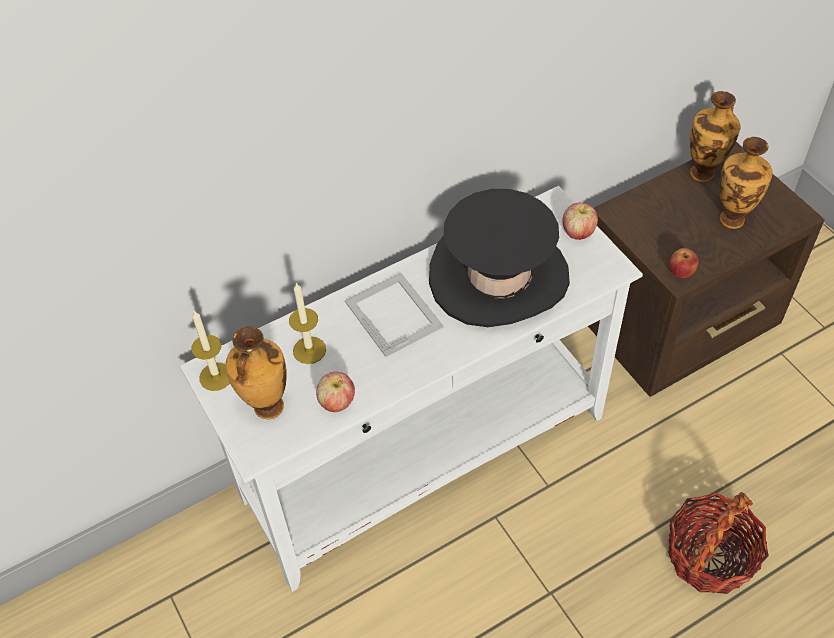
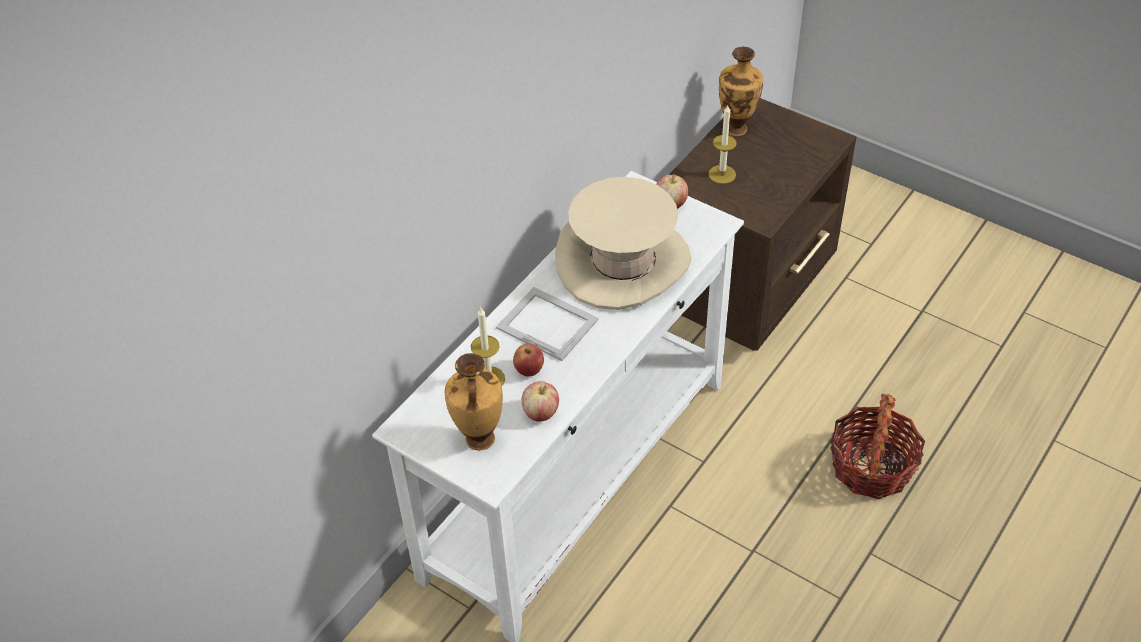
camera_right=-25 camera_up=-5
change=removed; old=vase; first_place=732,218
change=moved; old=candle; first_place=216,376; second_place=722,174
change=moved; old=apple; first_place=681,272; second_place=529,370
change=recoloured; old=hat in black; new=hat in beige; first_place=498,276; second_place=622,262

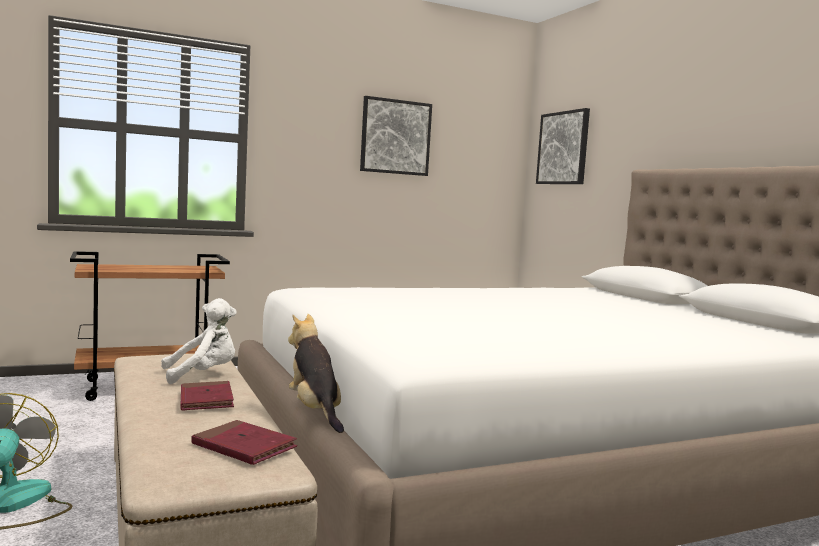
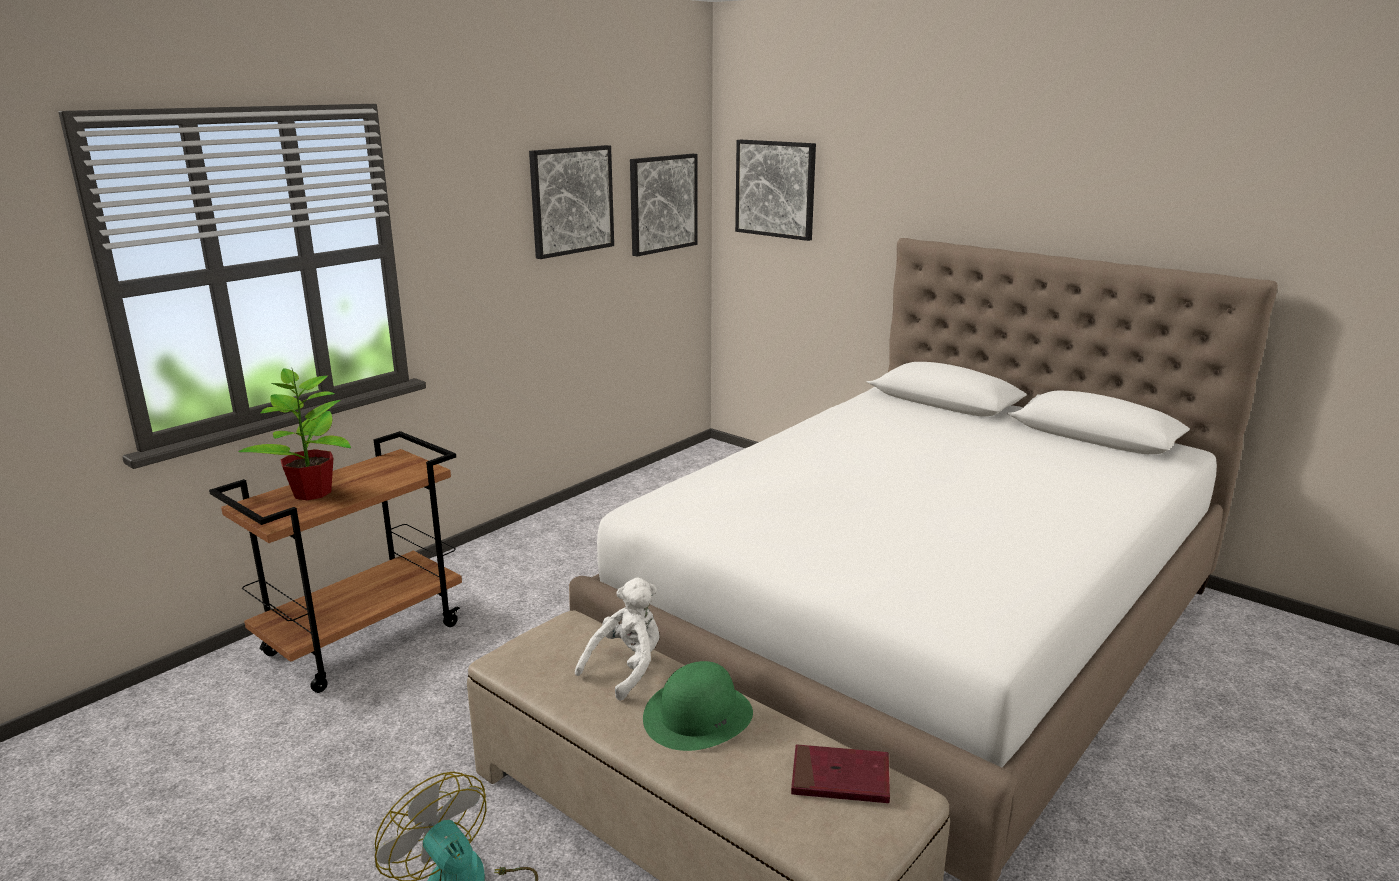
camera_right=-25 camera_up=15
change=removed; old=plush toy; first_place=315,411
change=added; new=potted plant; second_place=312,493
change=added; new=picture; second_place=662,203
change=replaced; old=book in red; new=hat in green; first_place=206,400; second_place=698,715

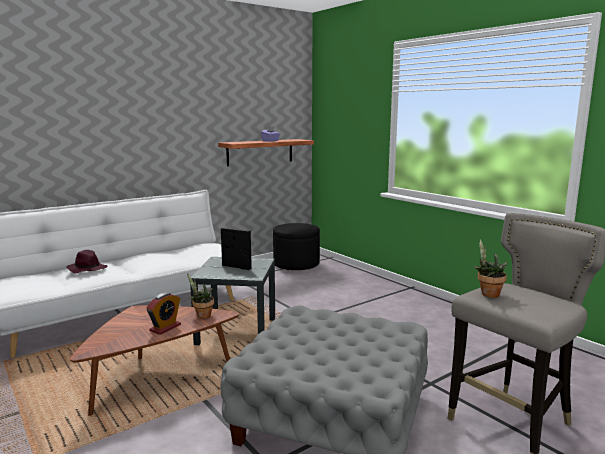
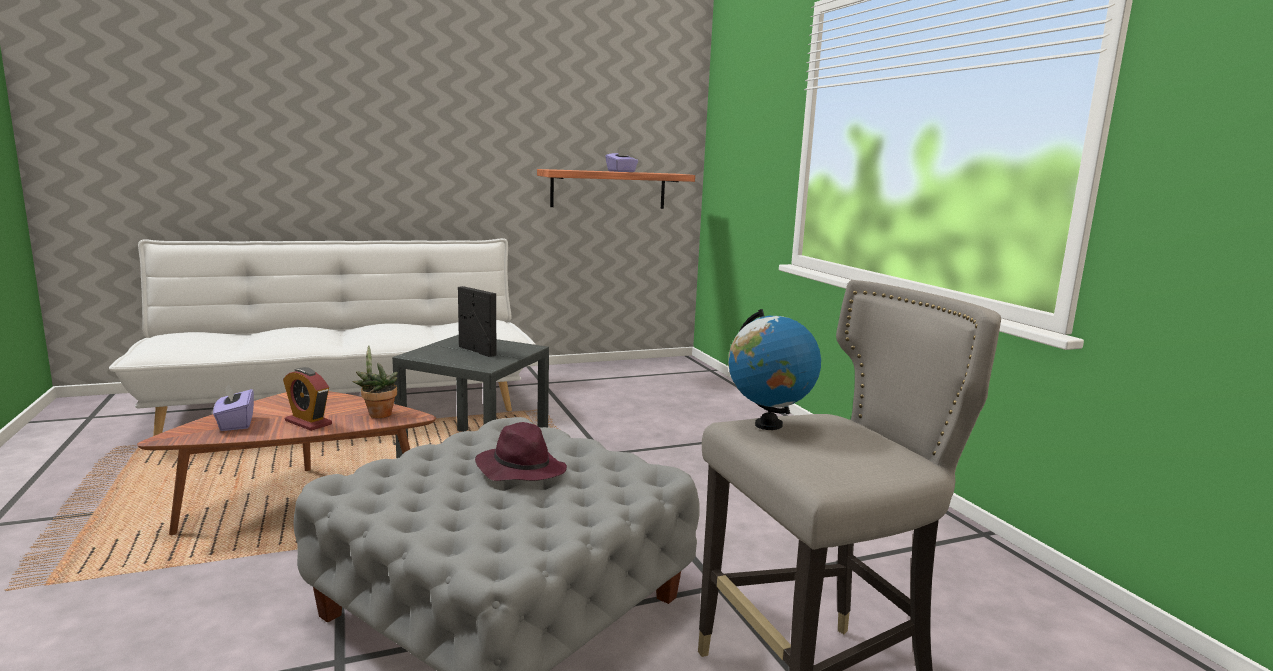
camera_right=15 camera_up=0
change=removed; old=ottoman in black; first_place=296,264
change=added; new=tissue box in purple; second_place=235,423
change=moved; old=hat in purple; first_place=87,269; second_place=520,469
change=replaced; old=potted plant; new=globe; first_place=487,293; second_place=768,425
change=turned; old=alarm clock; first_place=165,328; second_place=308,422; degrees=75

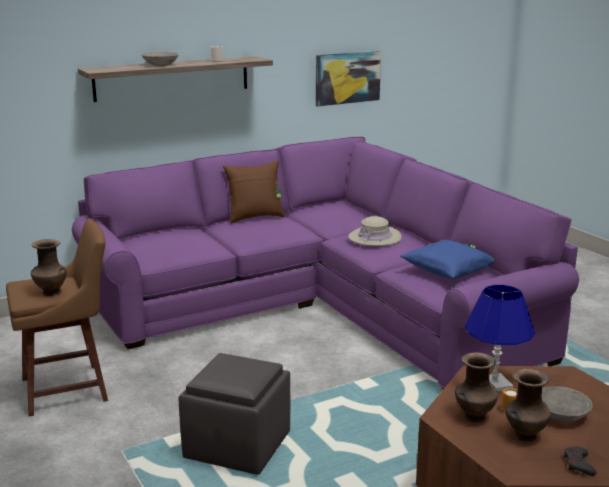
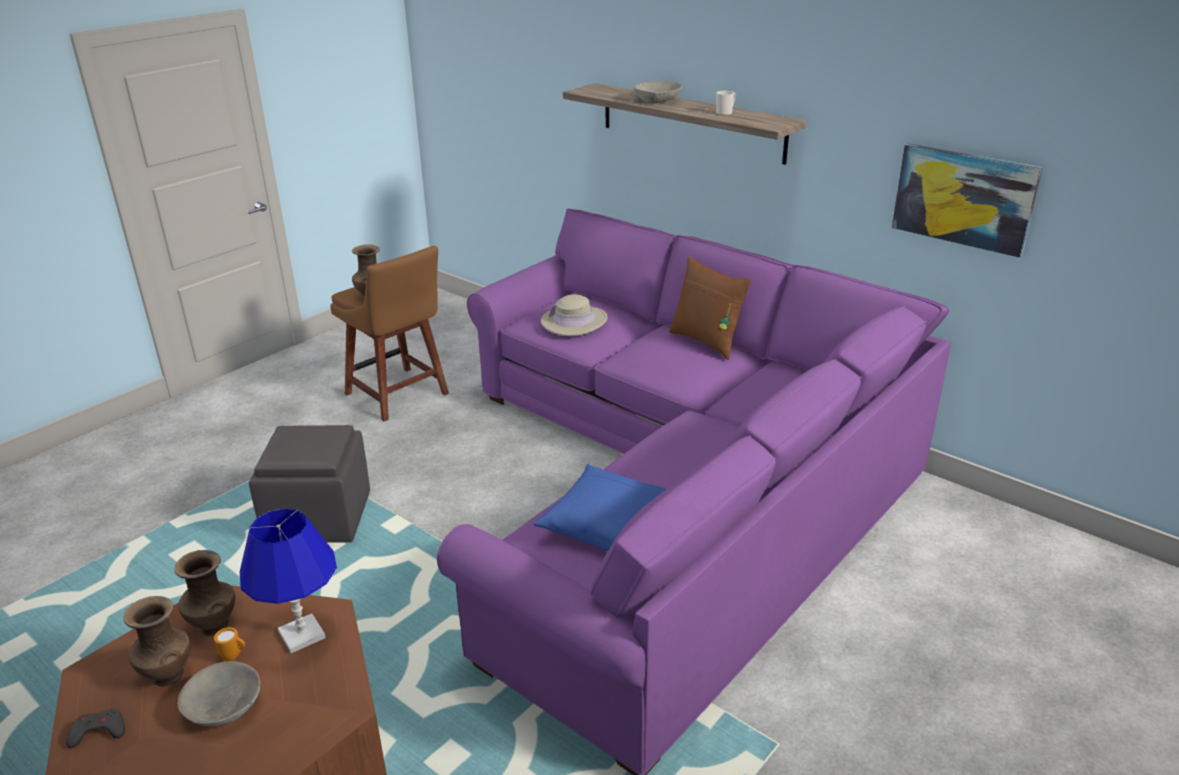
camera_right=70 camera_up=10
change=moved; old=hat in beige; first_place=374,238; second_place=574,321

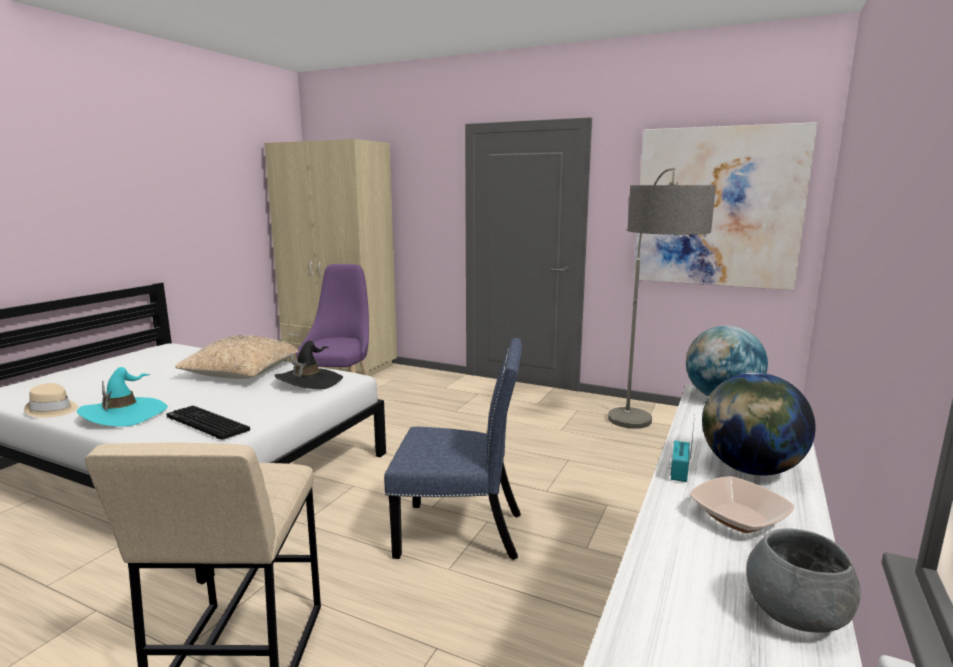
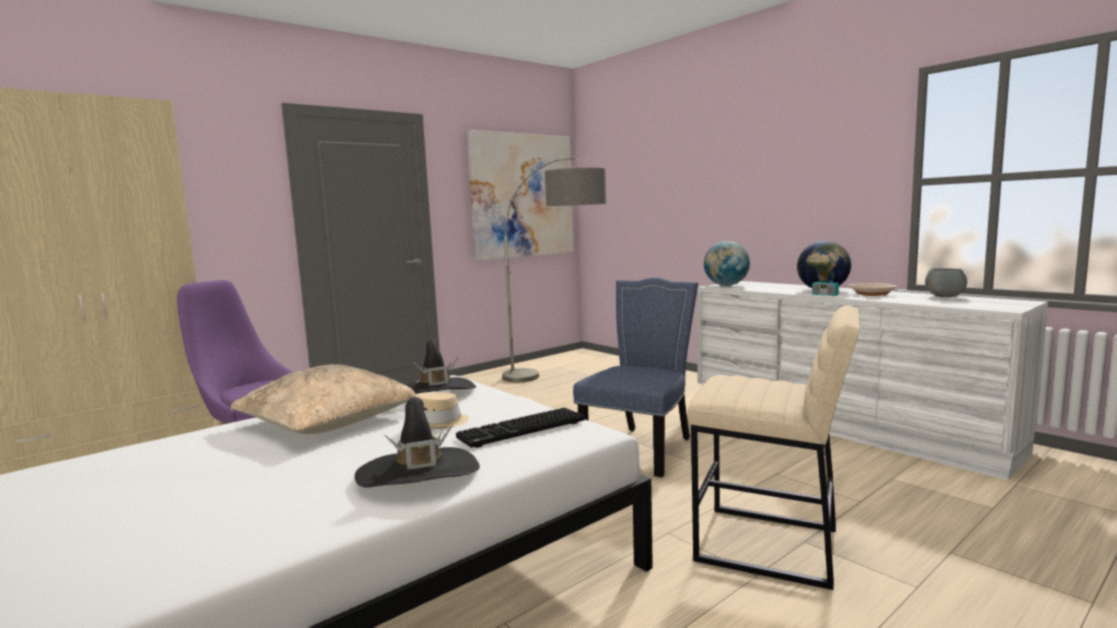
camera_right=-65 camera_up=-5
change=moved; old=hat in beige; first_place=52,410; second_place=440,422
change=recoloured; old=hat in turquoise; new=hat in black; first_place=124,414; second_place=419,474

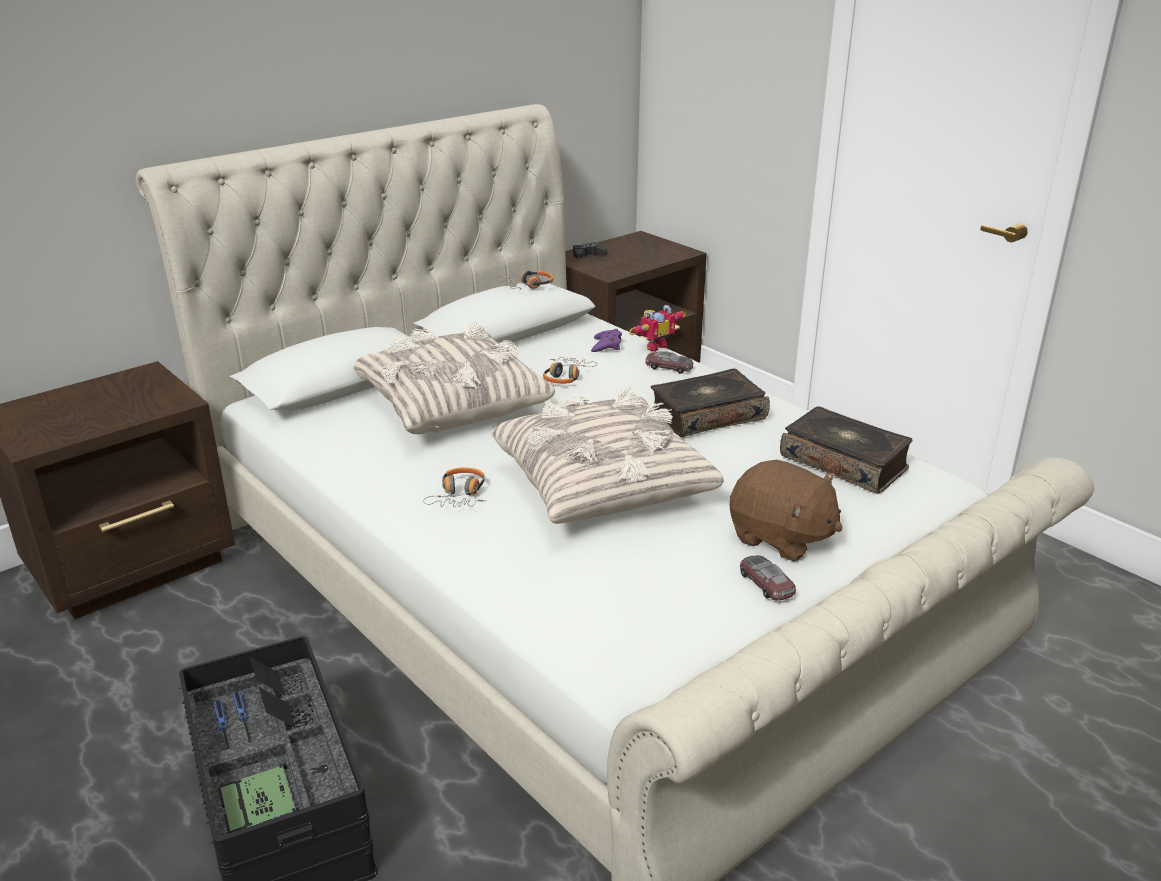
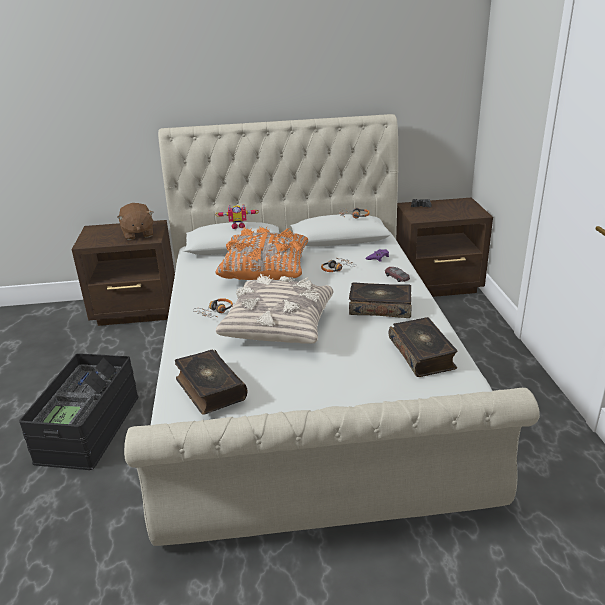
camera_right=35 camera_up=0
change=removed; old=toy car; first_place=766,583
change=added; new=book; second_place=209,389
change=moved; old=toy robot; first_place=654,346; second_place=238,226
change=moved; old=plush toy in brown; first_place=781,538; second_place=138,234
change=recoloured; old=pillow in beige; new=pillow in orange; first_place=453,409; second_place=265,271

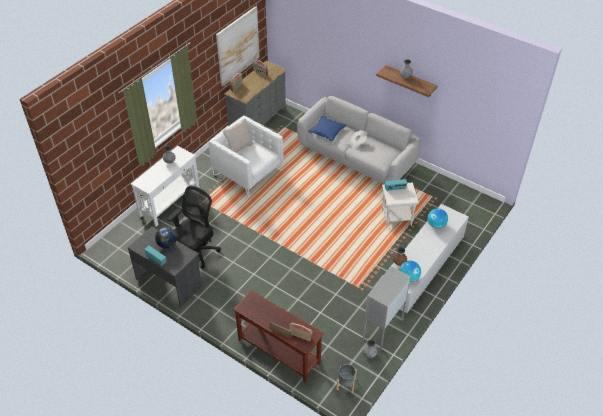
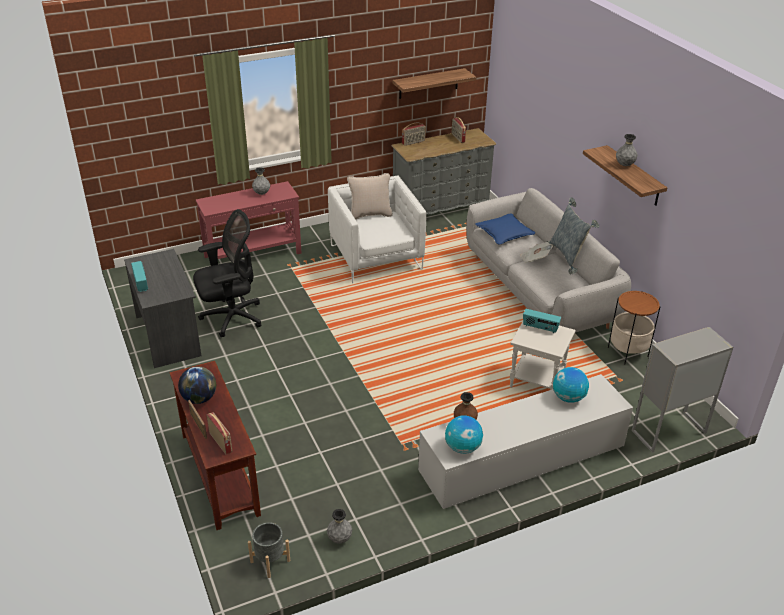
camera_right=30 camera_up=-10
change=added; new=pillow; second_place=568,259
change=added; new=side table; second_place=628,352
change=moved; old=globe; first_place=167,244; second_place=199,399
change=moved; old=cabinet in grey; first_place=382,329; second_place=667,431
change=replaced; old=picture; new=shelf; first_place=238,46; second_place=428,83
change=recoloured; old=console table in white; new=console table in red; first_place=170,202; second_place=253,255

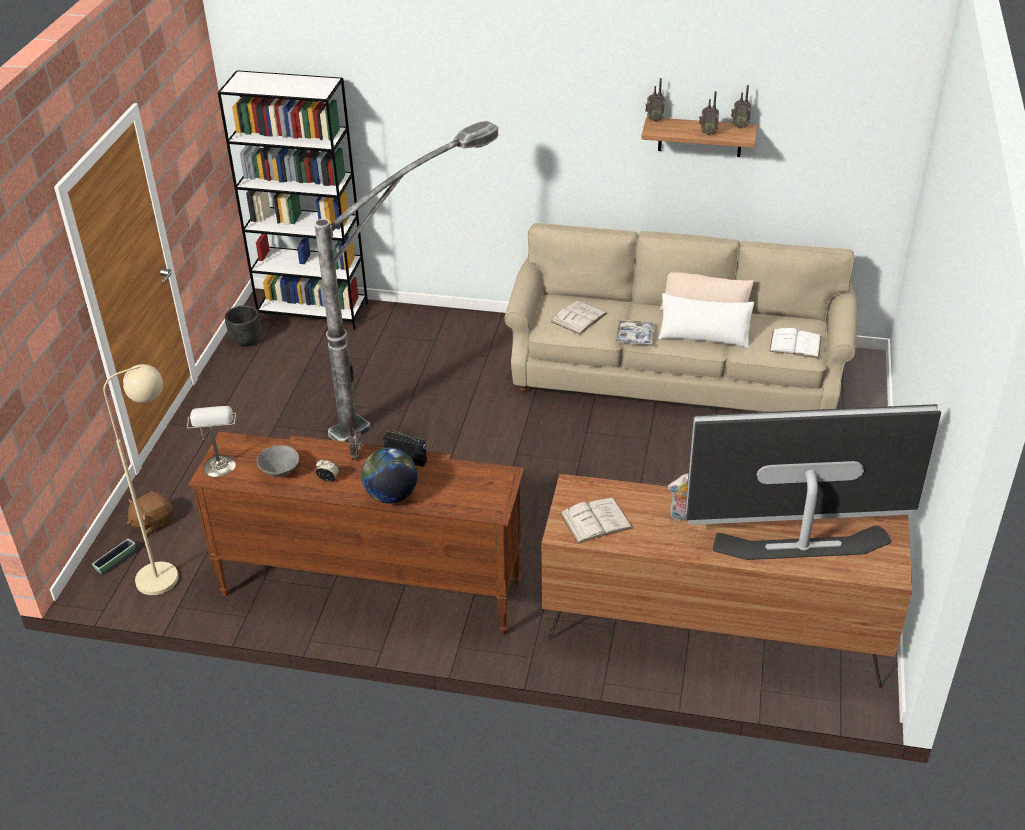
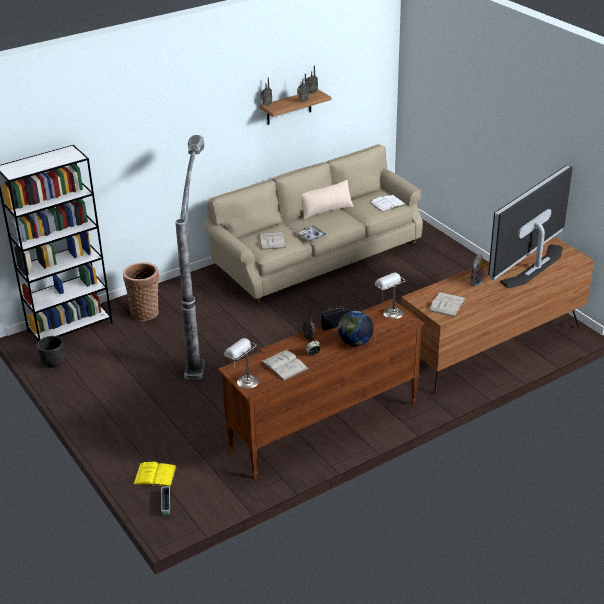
camera_right=-45 camera_up=-5
change=removed; old=floor lamp in beige; first_place=170,575
change=removed; old=pillow in white; first_place=704,337
change=added; new=basket; second_place=145,312
change=added; new=table lamp in white; second_place=390,311
change=replaced; old=plush toy in brown; new=book in yellow; first_place=152,522; second_place=155,475
change=replaced; old=bowl in grey; new=book in white; first_place=280,472; second_place=284,365

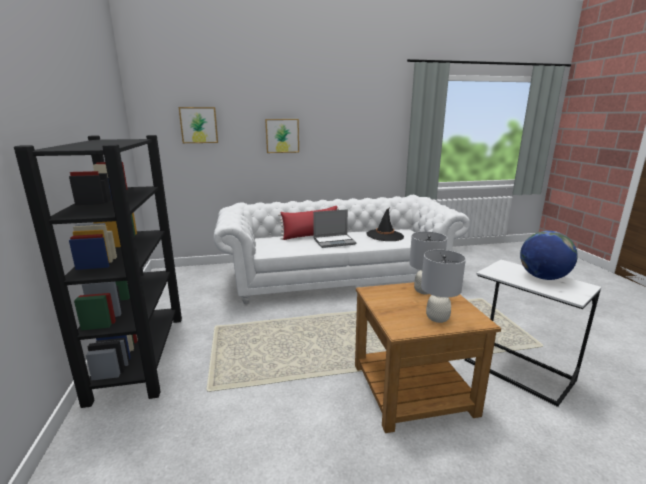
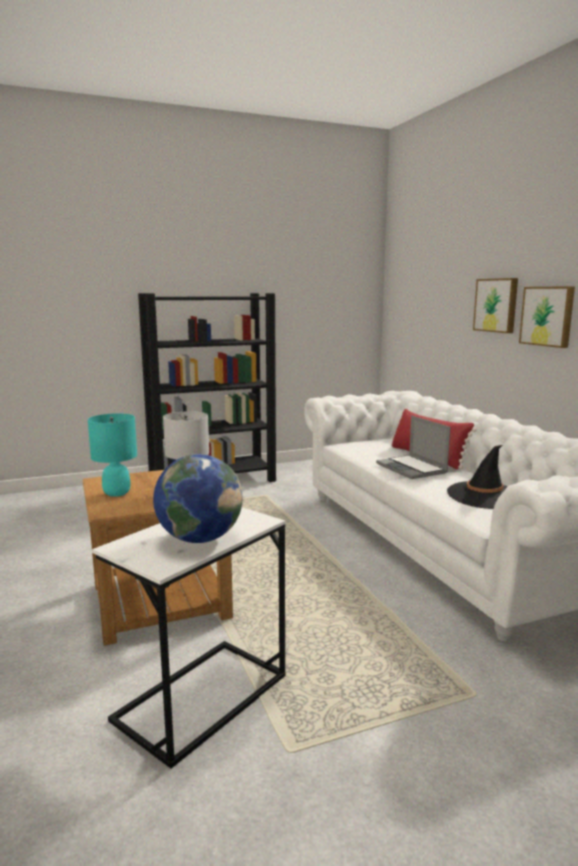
camera_right=80 camera_up=-5
change=moved; old=picture; first_place=199,125; second_place=548,316
change=recoloured; old=table lamp in grey; new=table lamp in turquoise; first_place=438,319; second_place=115,494

